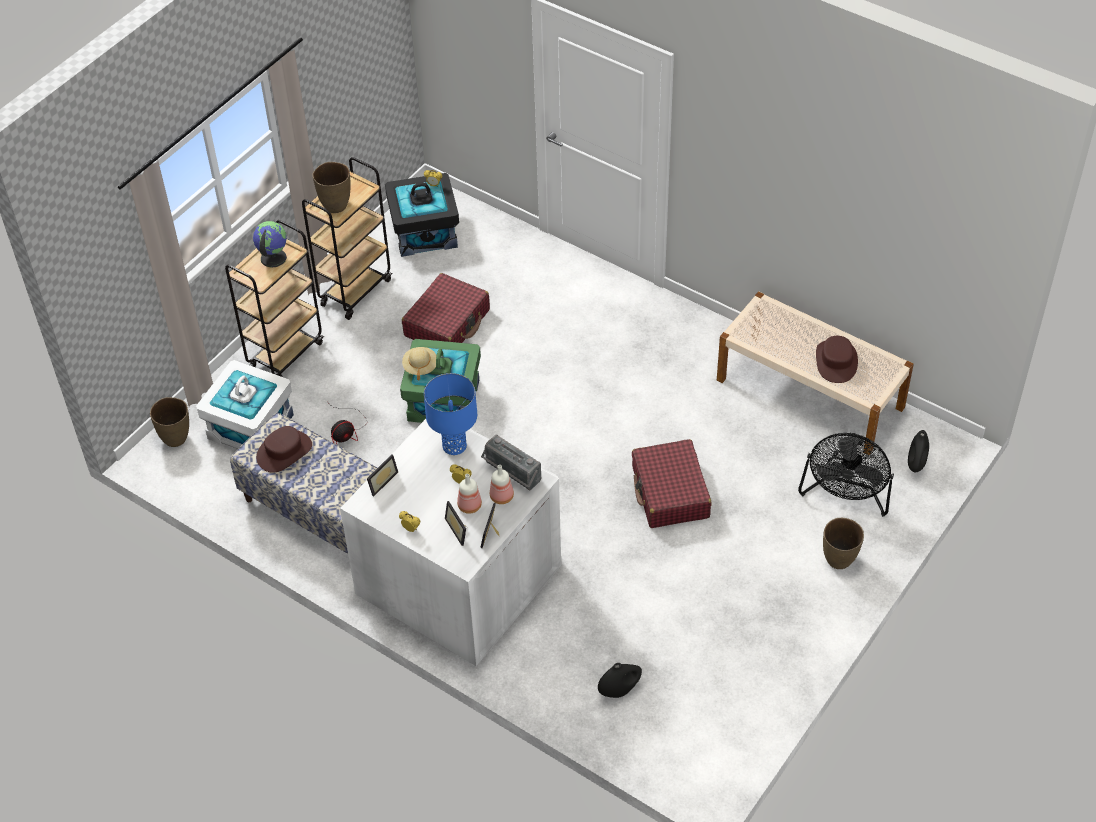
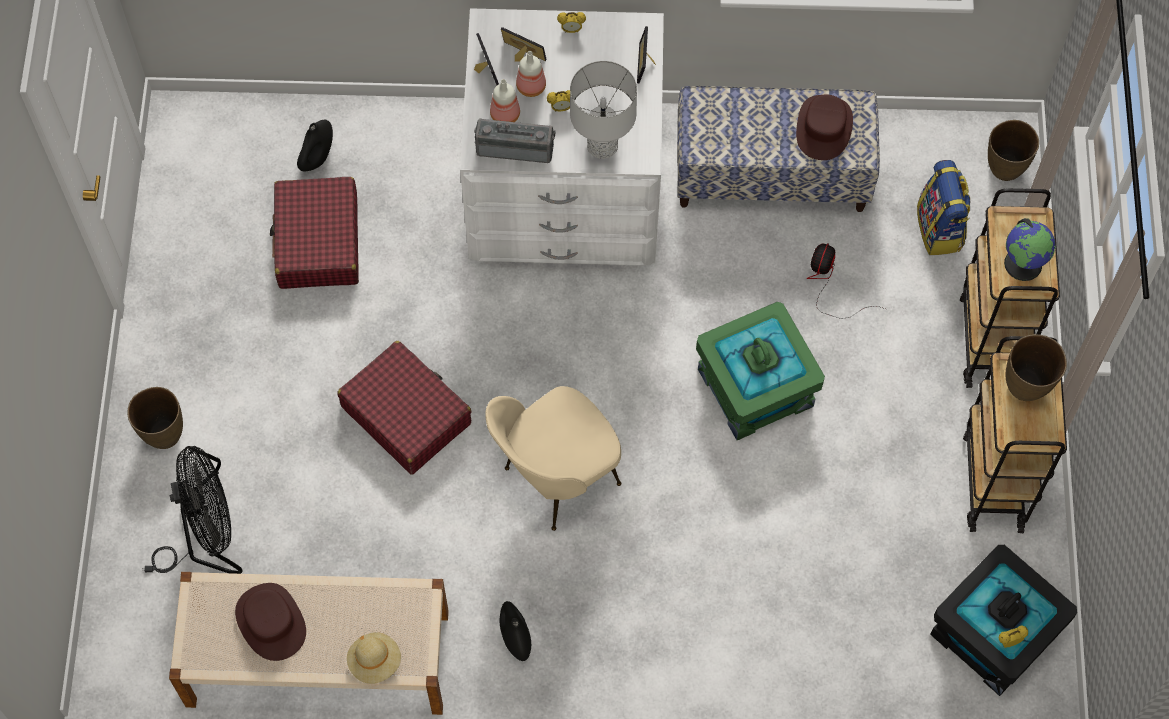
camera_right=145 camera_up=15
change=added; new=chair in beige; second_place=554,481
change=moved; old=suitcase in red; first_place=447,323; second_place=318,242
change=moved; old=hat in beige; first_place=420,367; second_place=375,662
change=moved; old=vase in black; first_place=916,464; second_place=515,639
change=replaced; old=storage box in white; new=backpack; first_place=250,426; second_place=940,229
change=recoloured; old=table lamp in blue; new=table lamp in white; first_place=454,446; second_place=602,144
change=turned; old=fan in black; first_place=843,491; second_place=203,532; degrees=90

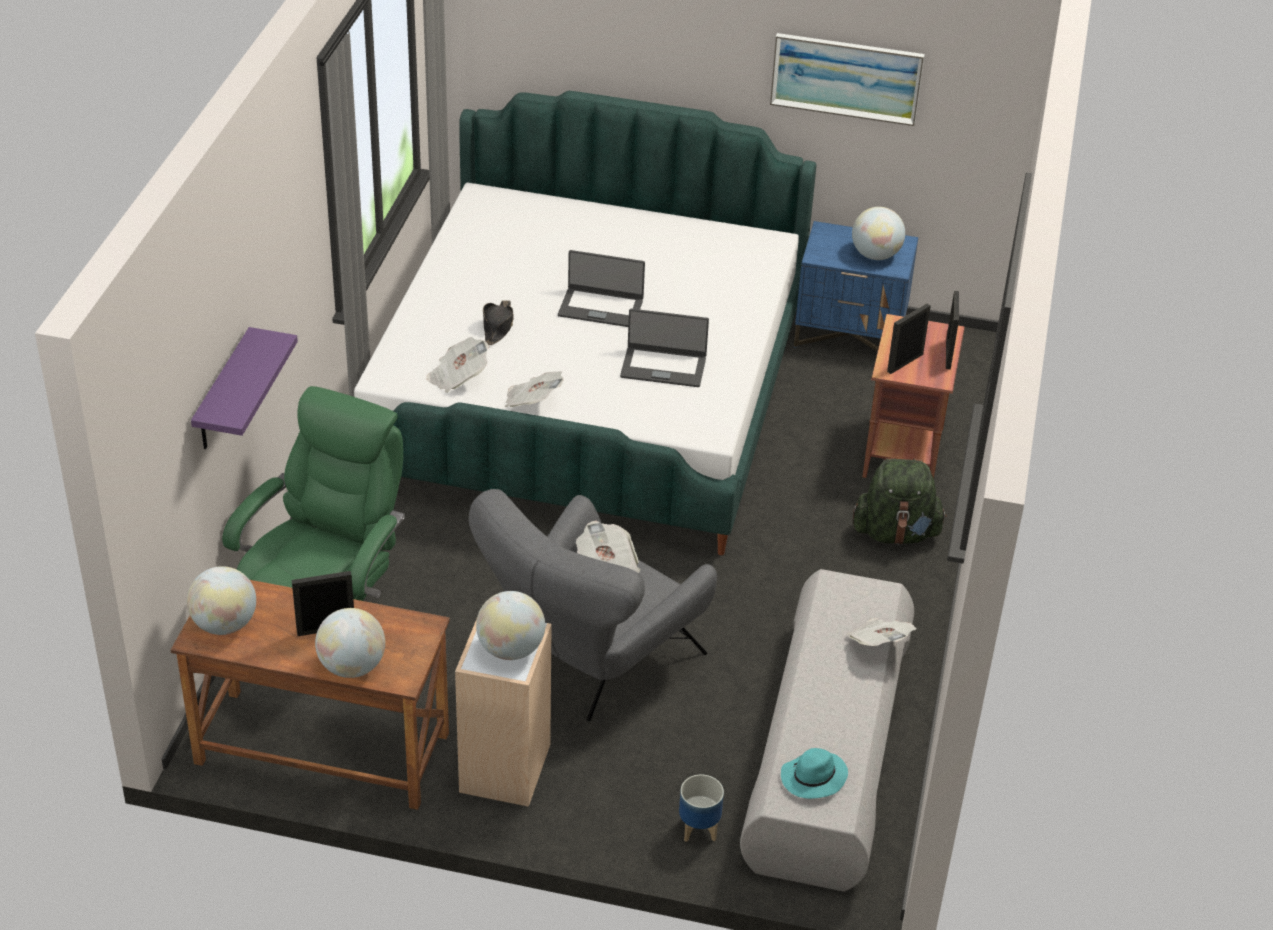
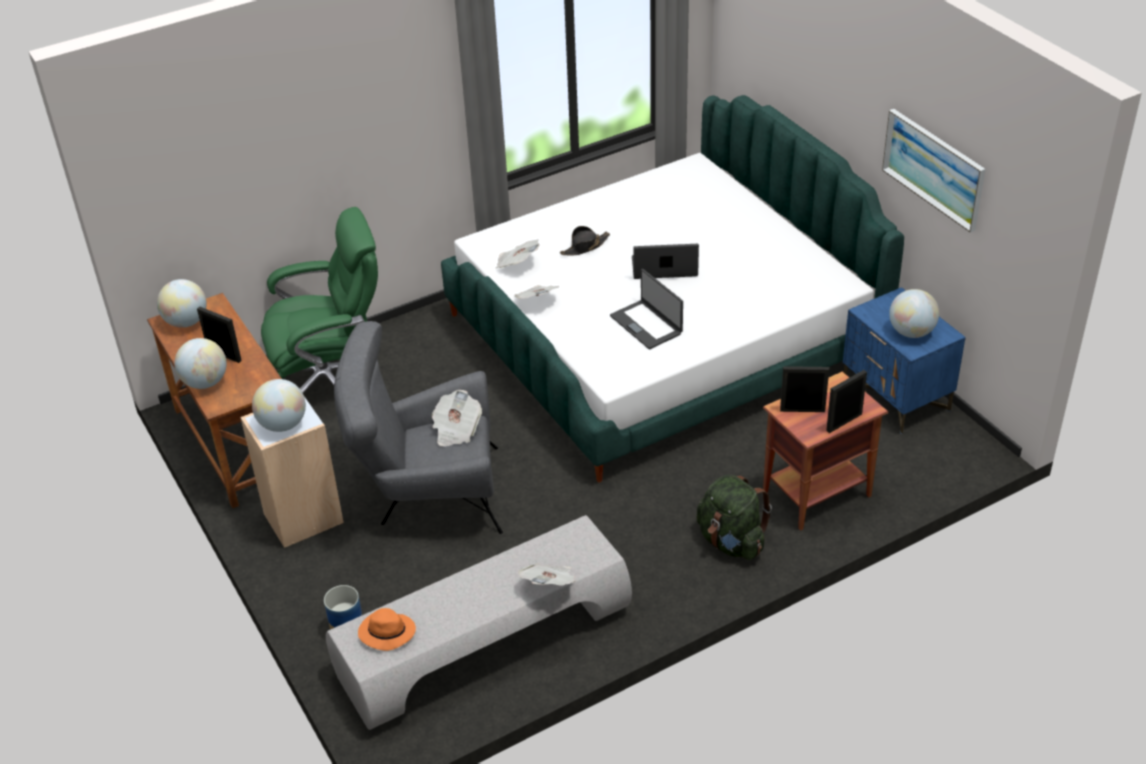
camera_right=50 camera_up=0
change=removed; old=shelf in purple; first_place=223,392
change=recoloured; old=hat in turquoise; new=hat in orange; first_place=813,778; second_place=386,633
change=turned; old=laptop; first_place=601,307; second_place=664,268; degrees=120

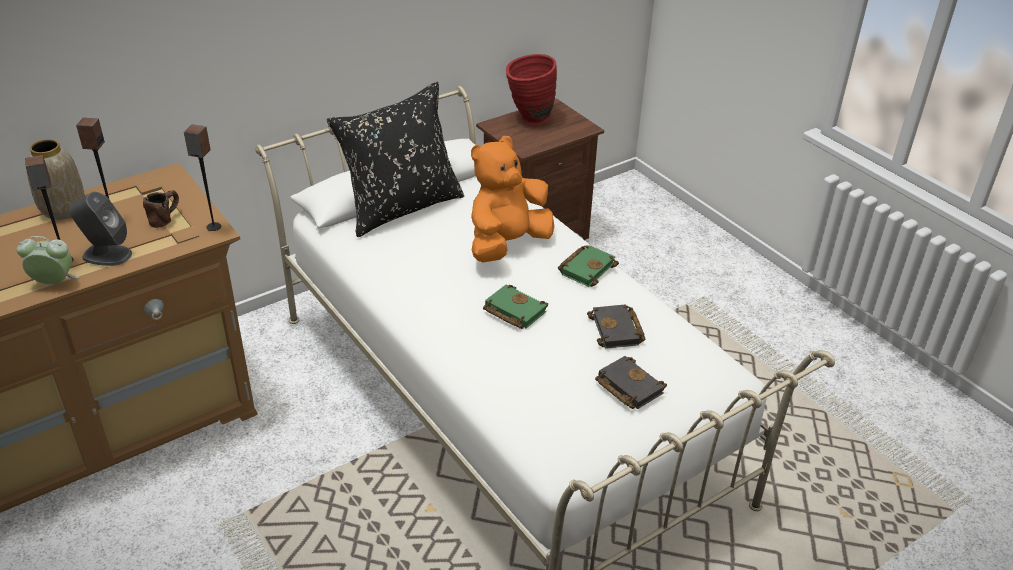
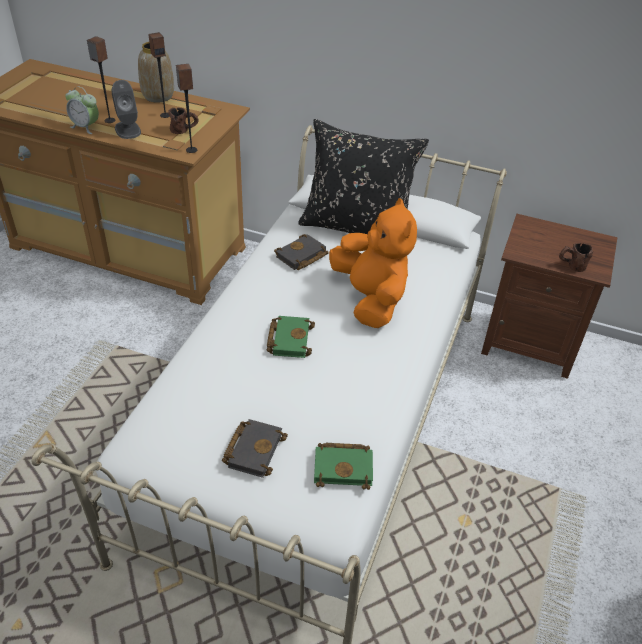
camera_right=55 camera_up=5
change=removed; old=vase in red; first_place=528,120
change=added; new=mug in brown; second_place=571,266
change=moved; old=book in green; first_place=586,268; second_place=344,467
change=moved; old=book in black; first_place=618,331; second_place=301,257
change=turned; old=alarm clock; first_place=54,283; second_place=85,127; degrees=150
change=turned; old=plush toy in orange; first_place=507,244; second_place=370,299; degrees=60

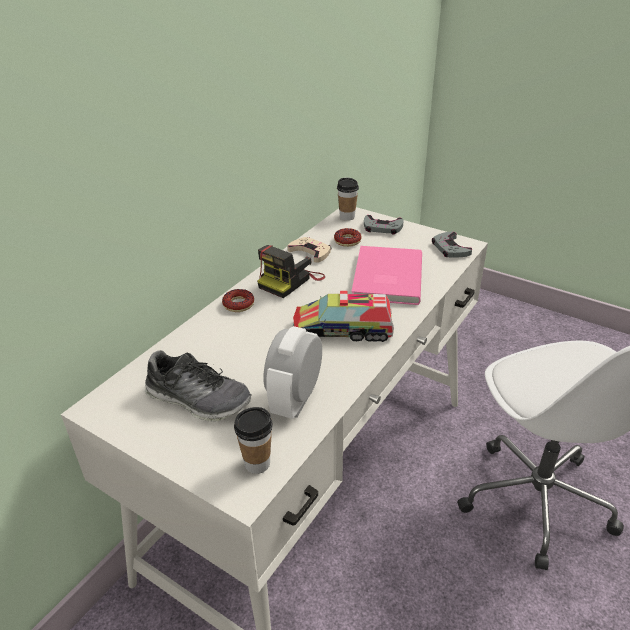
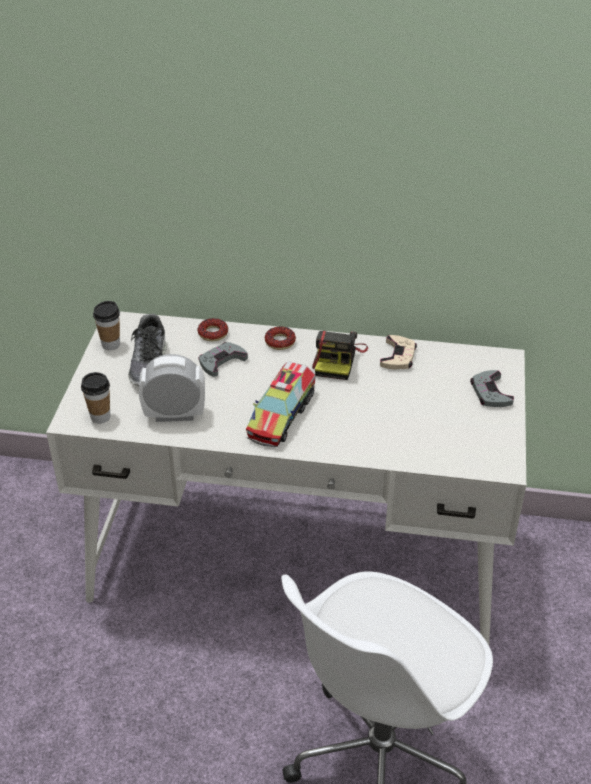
camera_right=65 camera_up=5
change=removed; old=book in pink; first_place=385,278
change=moved; old=donut; first_place=347,241; second_place=213,333
change=moved; old=cup; first_place=347,217; second_place=111,344
change=moved; old=game controller in grey; first_place=450,248; second_place=221,361
change=turned; old=photo camera; first_place=290,281; second_place=338,359; degrees=-90
change=turned; old=toy truck; first_place=343,330; second_place=281,415; degrees=-135

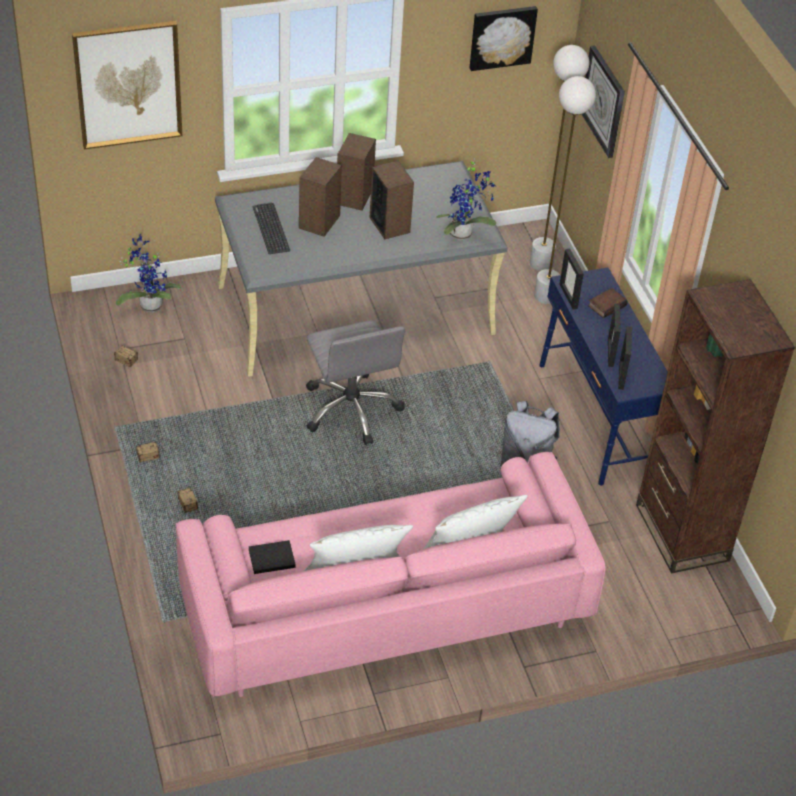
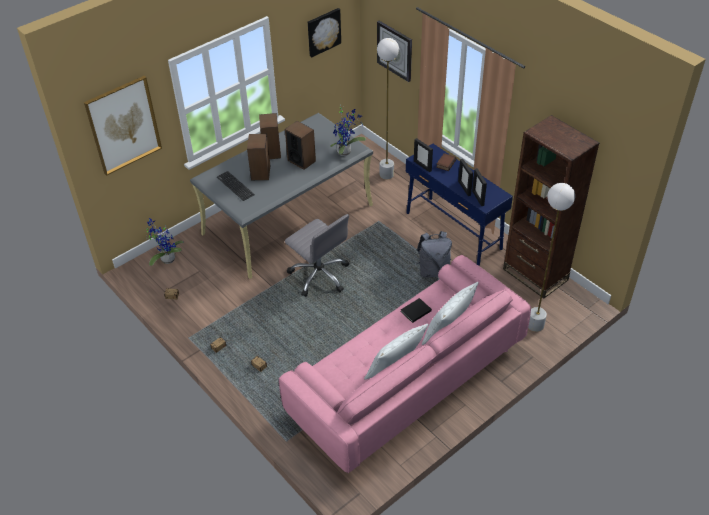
camera_right=-20 camera_up=0
change=moved; old=book in black; first_place=270,558; second_place=415,311
change=moved; old=floor lamp in white; first_place=541,263; second_place=535,325

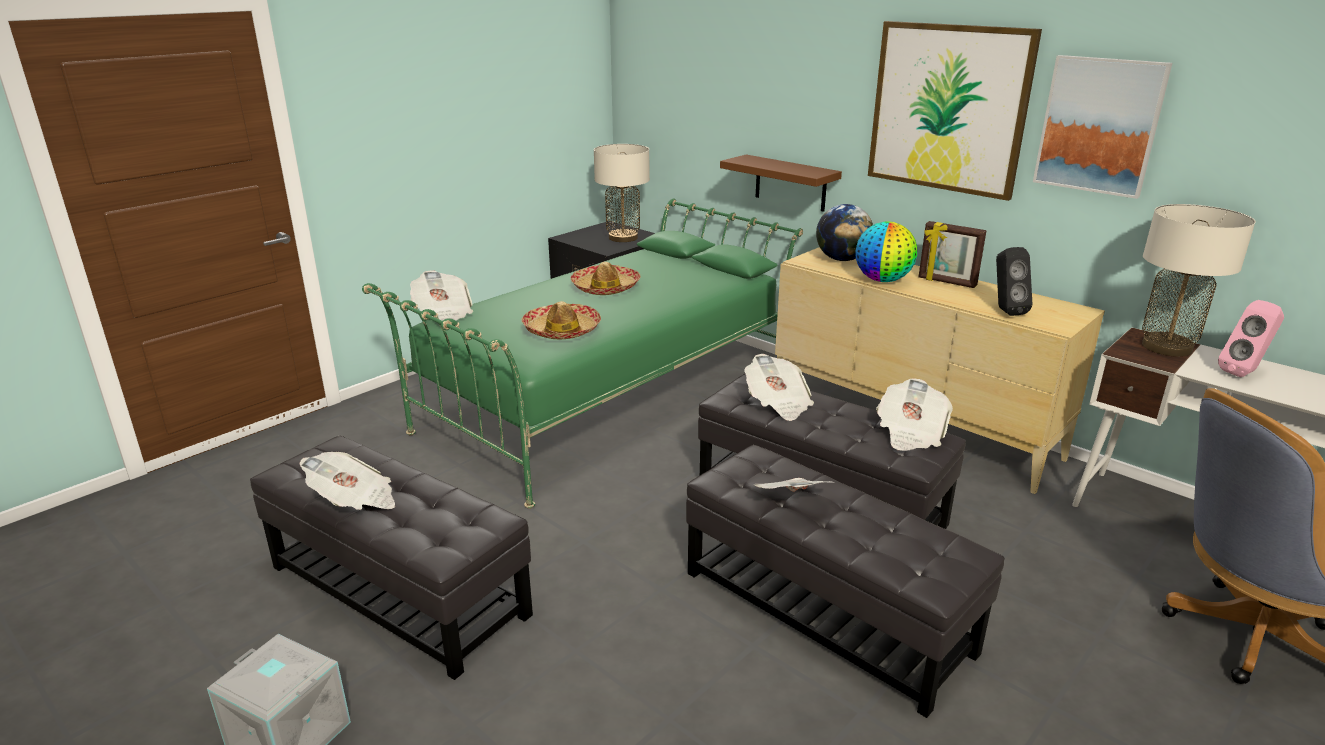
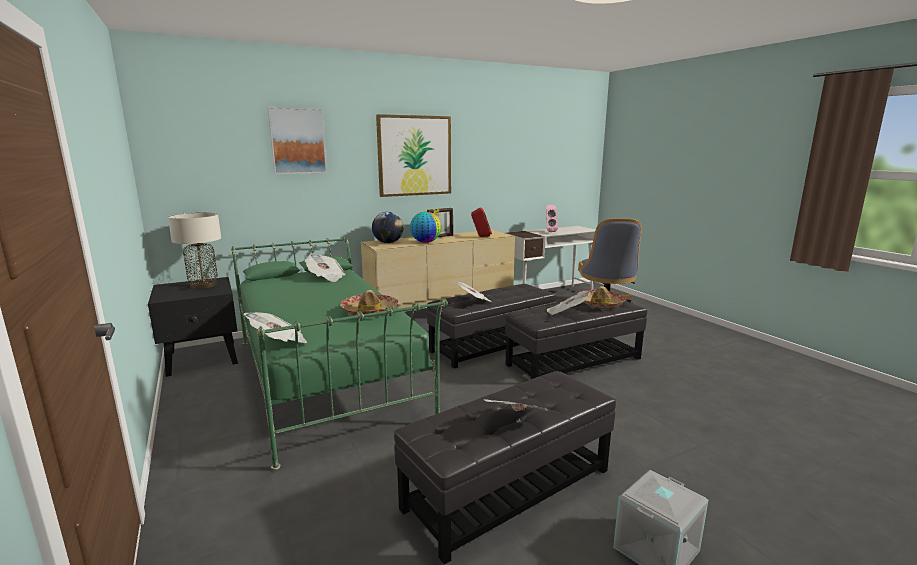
camera_right=-70 camera_up=-10
change=removed; old=shelf in brown; first_place=790,183
change=removed; old=table lamp; first_place=1167,347
change=moved; old=hat; first_place=605,288; second_place=600,303
change=moved; old=newspaper; first_place=910,433; second_place=326,277
change=moved; old=picture; first_place=1099,125; second_place=298,141
change=recoloured; old=speaker in black; new=speaker in red; first_place=1005,311; second_place=481,236

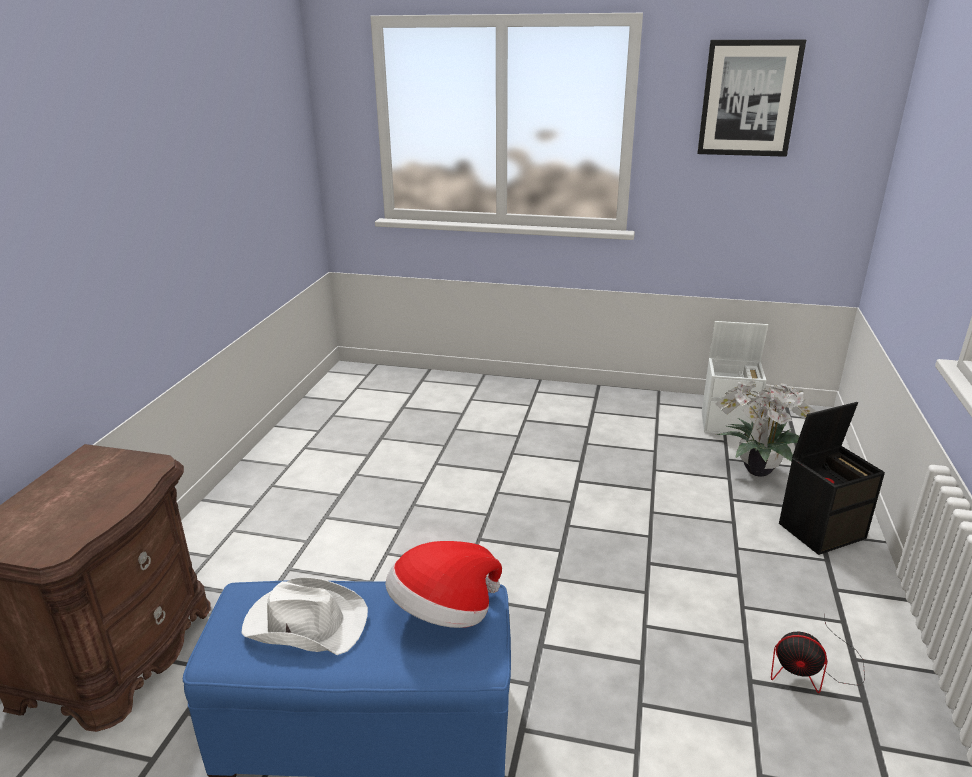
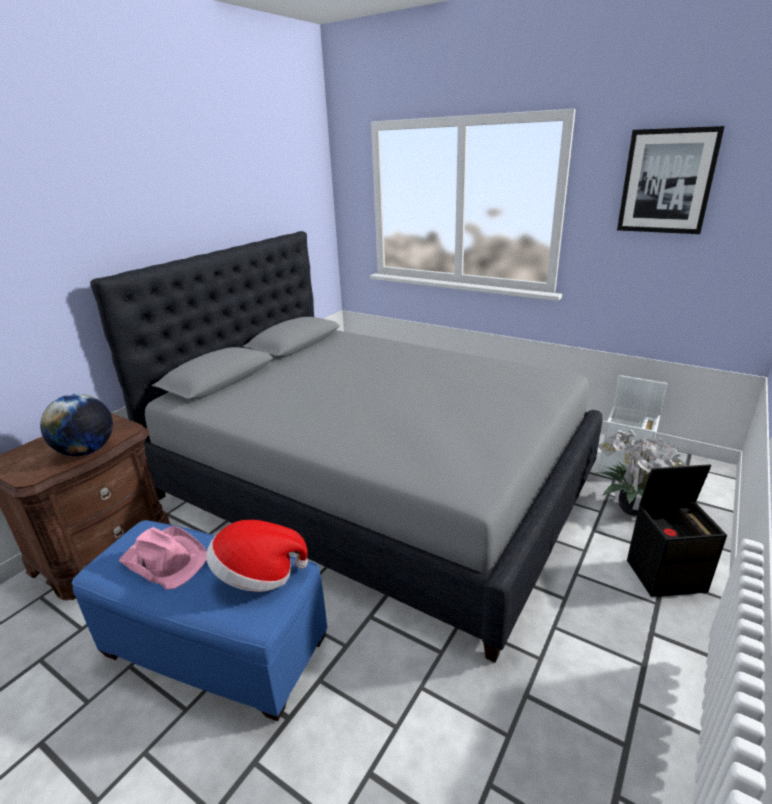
camera_right=20 camera_up=0
change=removed; old=fan; first_place=812,669
change=added; new=globe; second_place=87,451
change=added; new=bed in grey; second_place=373,484
change=recoloured; old=hat in white; new=hat in pink; first_place=305,622; second_place=165,559

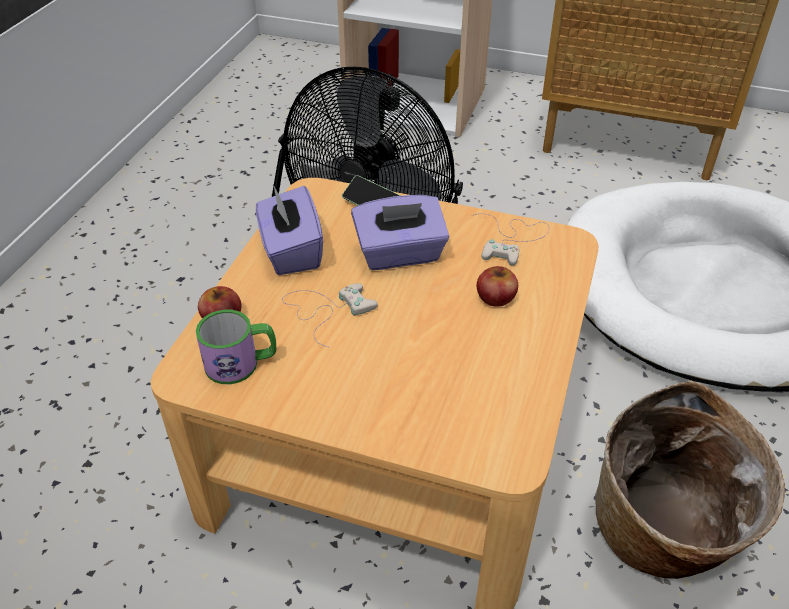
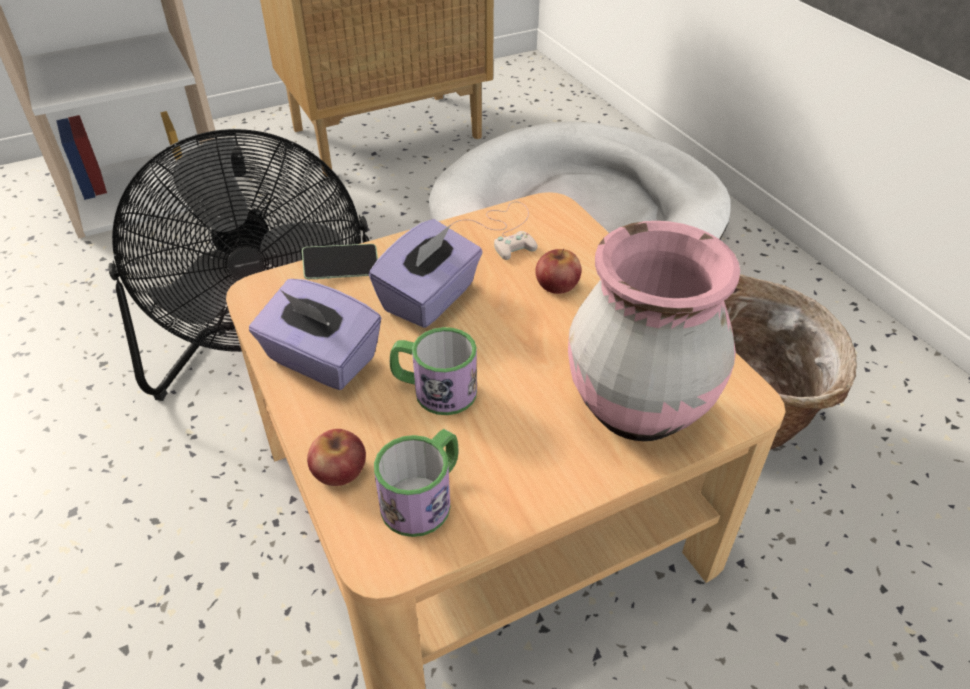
camera_right=-45 camera_up=0
change=added; new=vase in pink; second_place=636,410
change=replaced; old=game controller in white; new=mug; first_place=326,310; second_place=434,390

